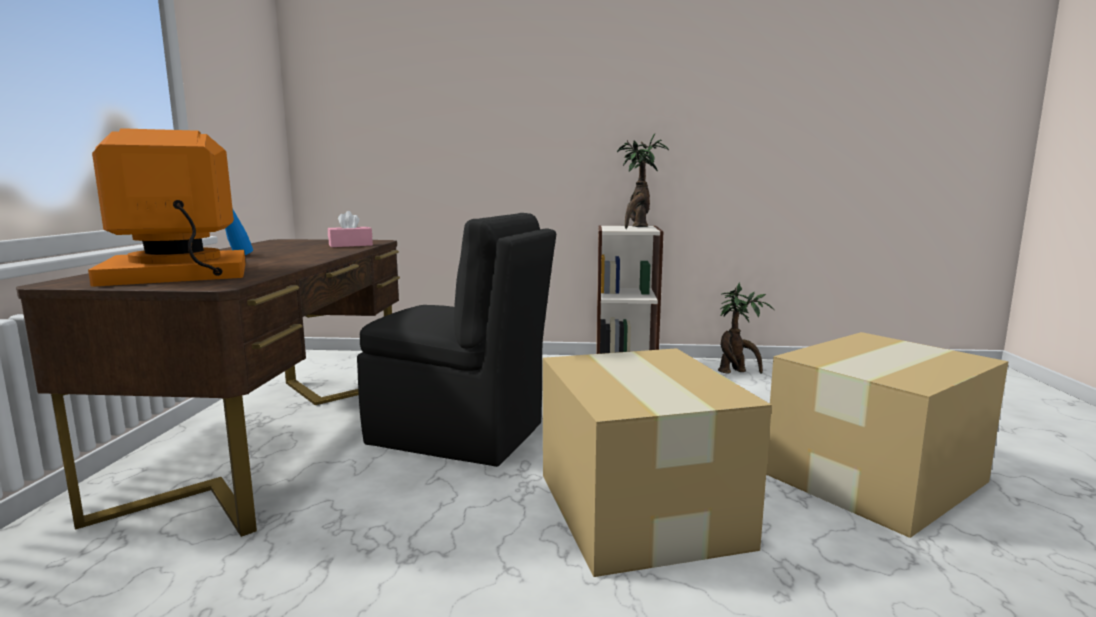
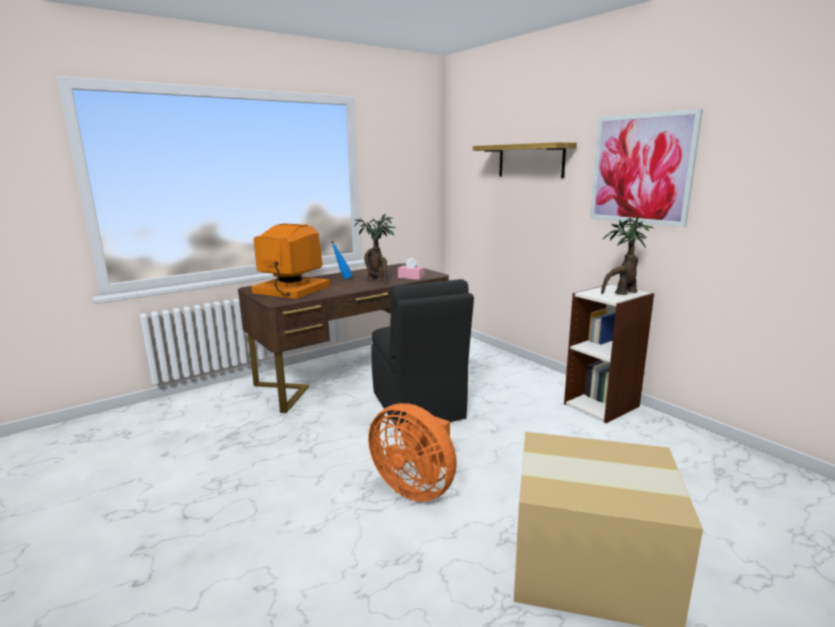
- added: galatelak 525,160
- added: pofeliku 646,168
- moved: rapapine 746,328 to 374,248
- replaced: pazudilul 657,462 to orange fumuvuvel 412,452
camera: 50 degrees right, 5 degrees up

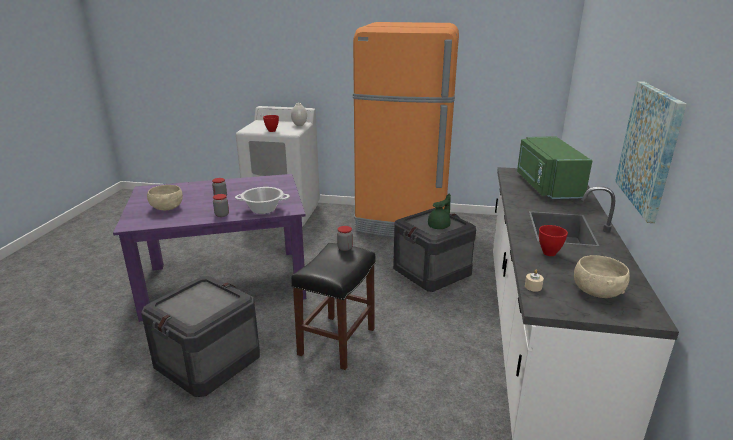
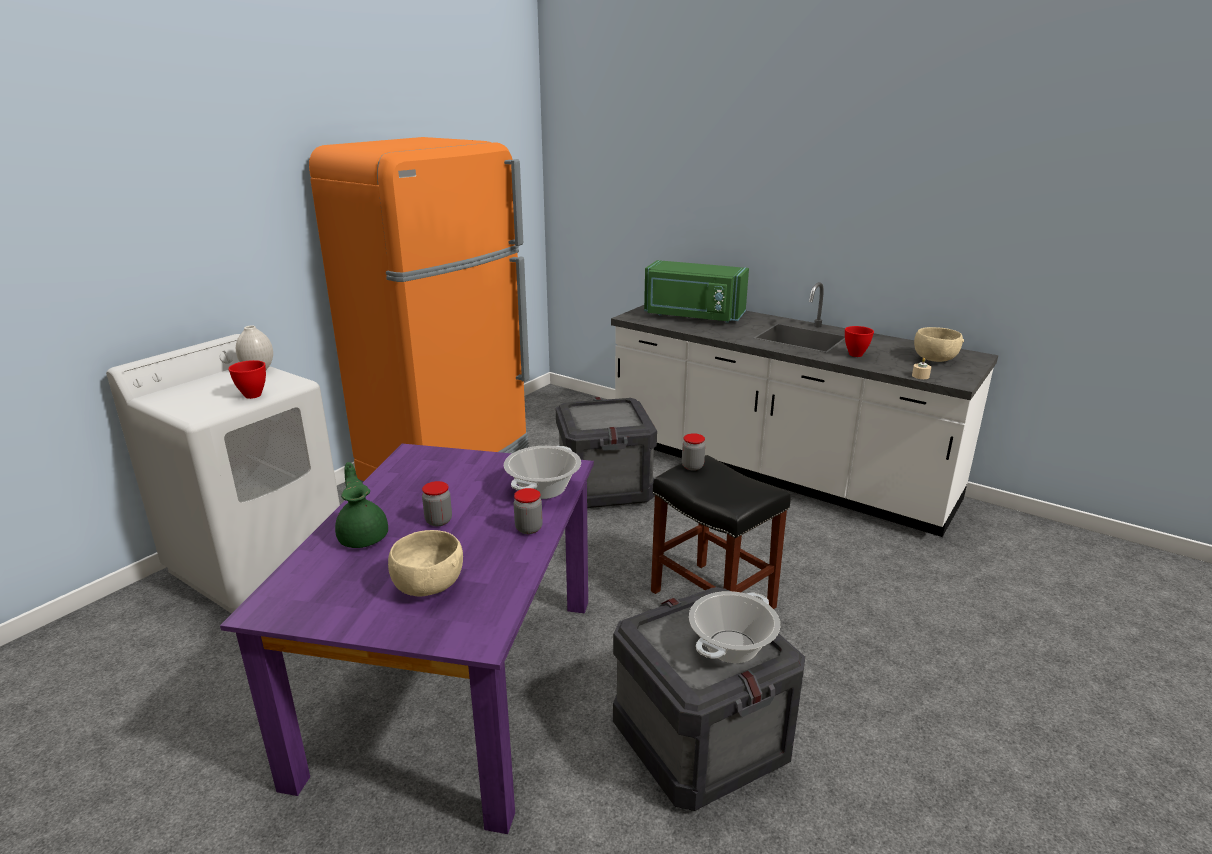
- removed: pofeliku 650,152
- added: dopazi 734,627
- moved: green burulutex 439,211 to 361,505
camera: 65 degrees left, 0 degrees up

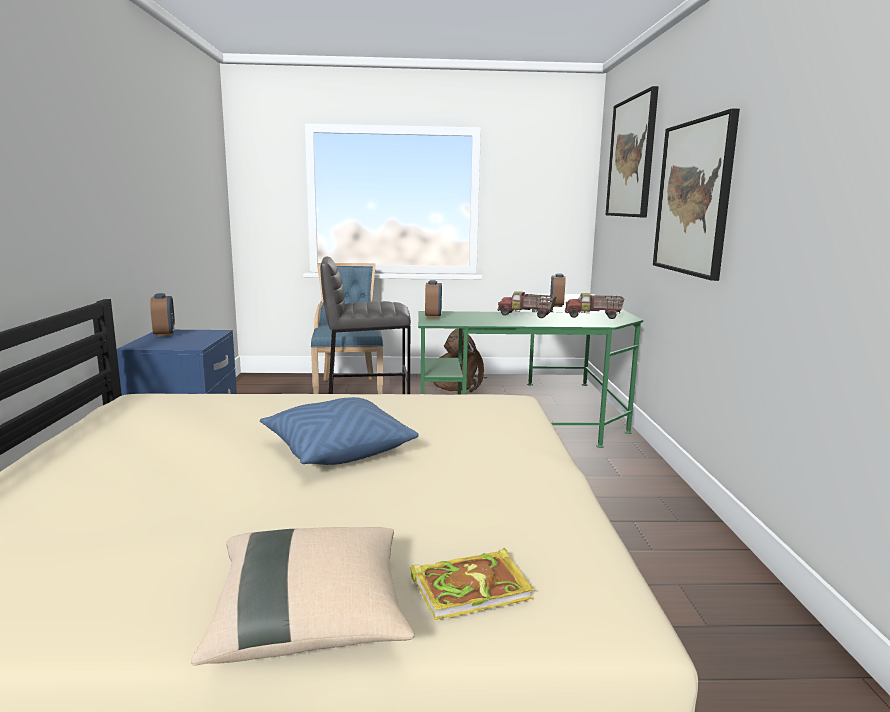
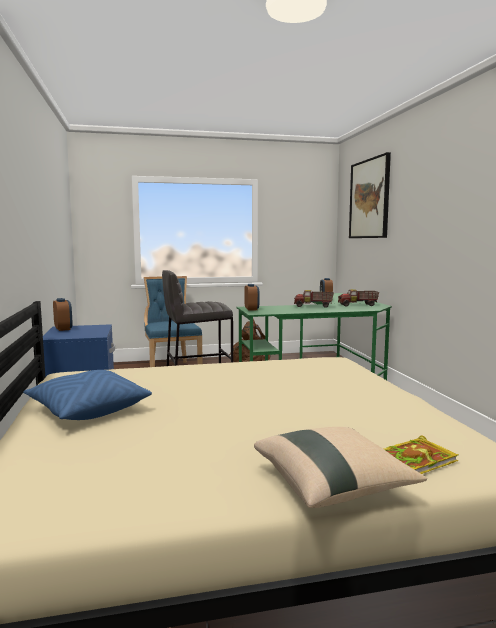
- removed: pofeliku 696,195
- moved: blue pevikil 339,431 to 87,395
camera: 10 degrees left, 5 degrees down

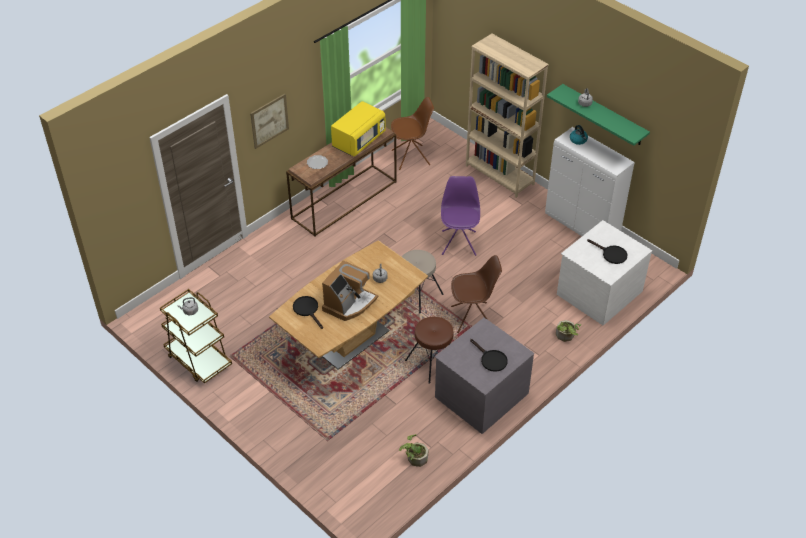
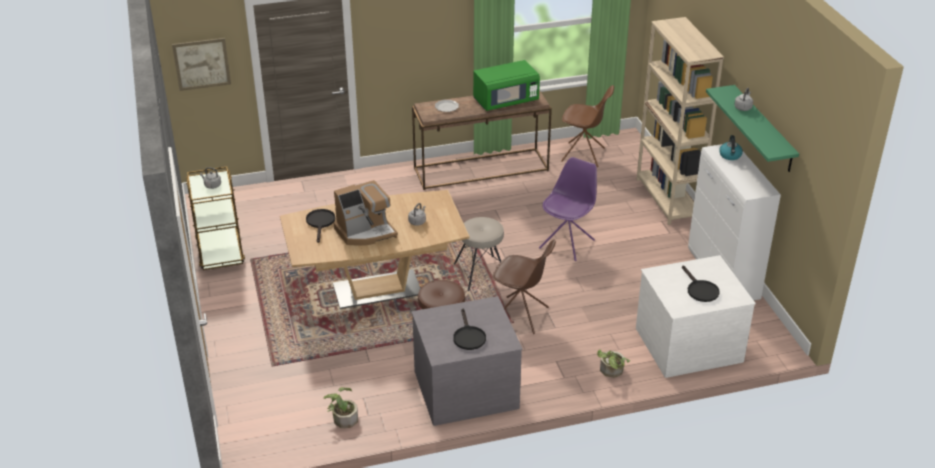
- moved: pofeliku 269,121 to 201,64
- recoloured: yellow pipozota 358,128 to green pipozota 506,85
camera: 30 degrees right, 10 degrees down

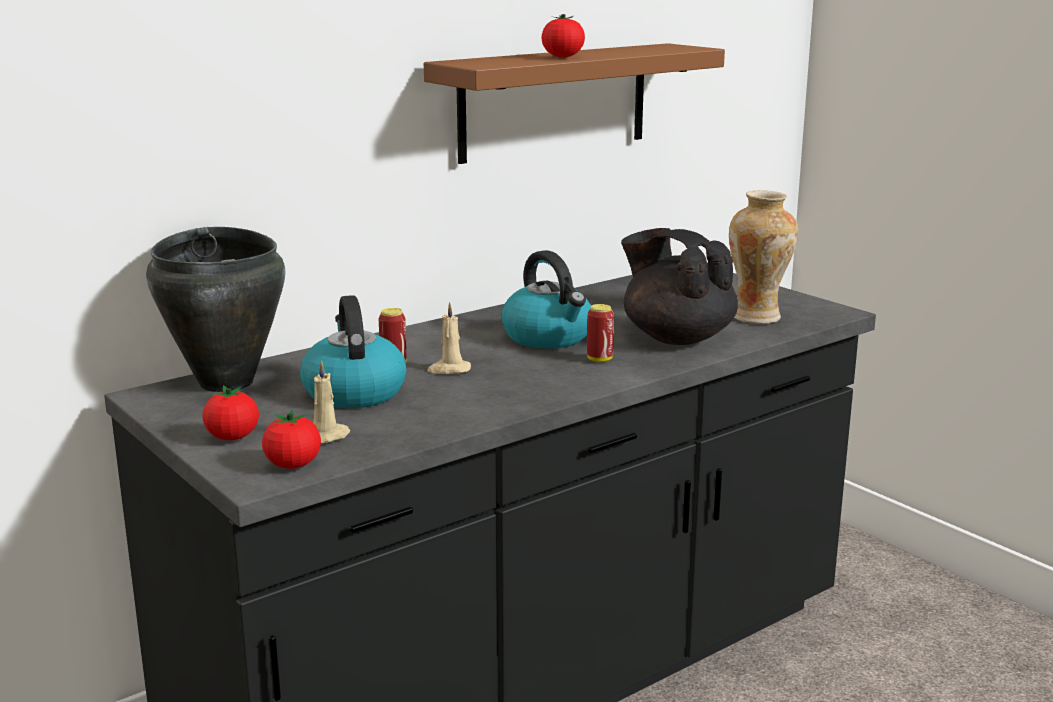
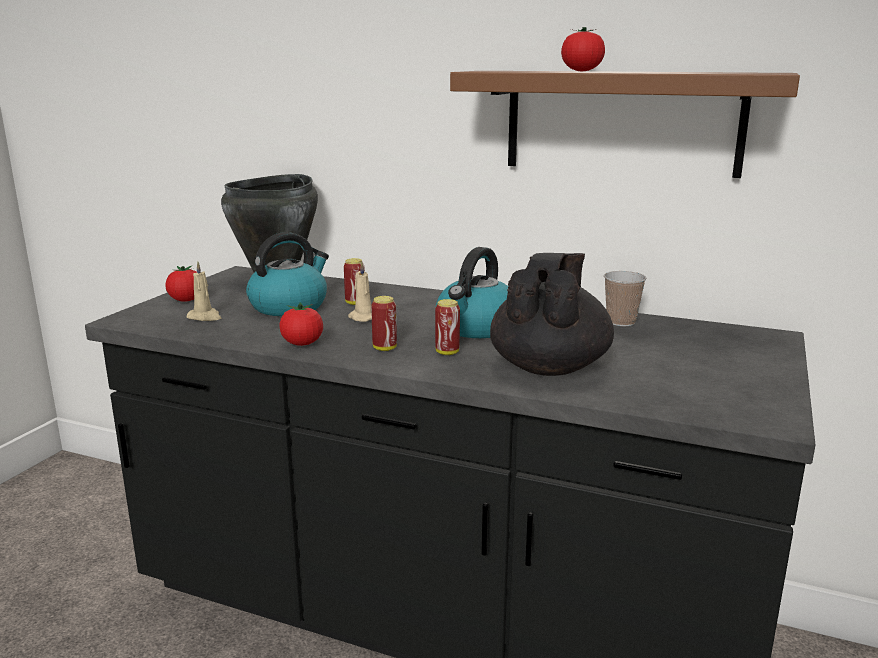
- removed: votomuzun 763,257
- added: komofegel 384,323
- added: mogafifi 625,298
- moved: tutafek 291,439 to 301,324
camera: 60 degrees right, 0 degrees up

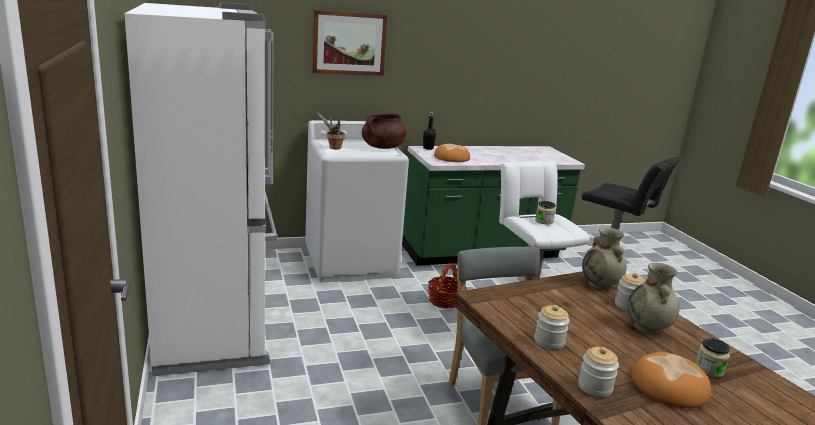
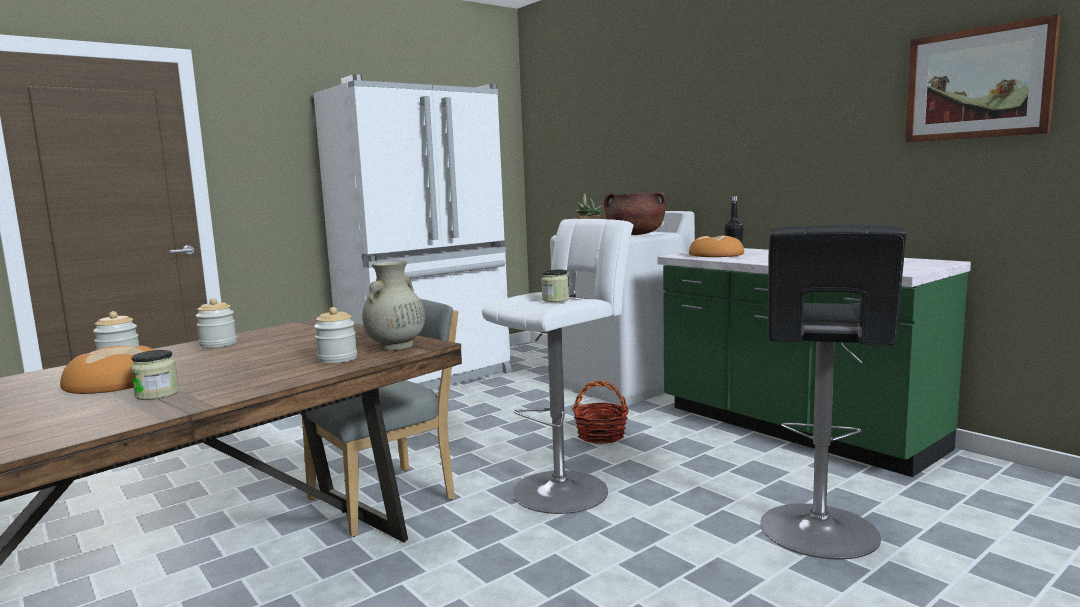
- removed: beige votomuzun 654,298
- moved: pofeliku 350,43 to 982,78
camera: 70 degrees right, 10 degrees down

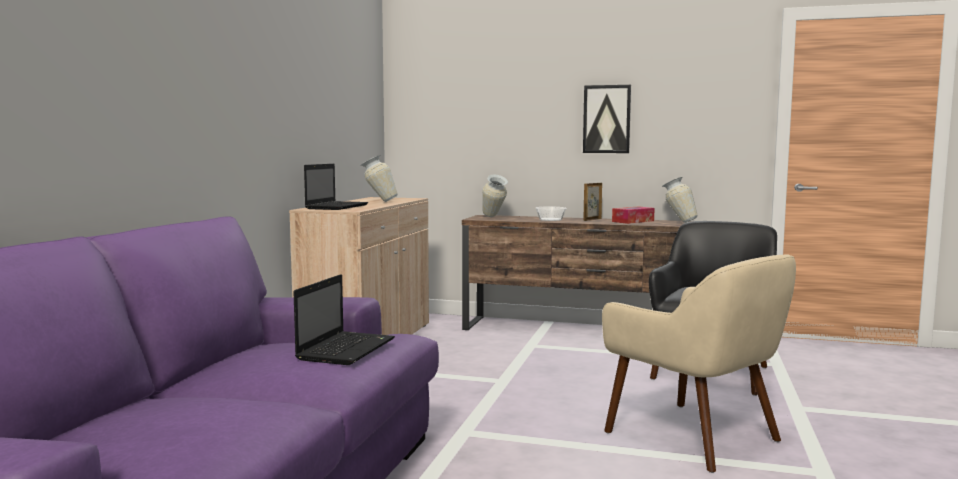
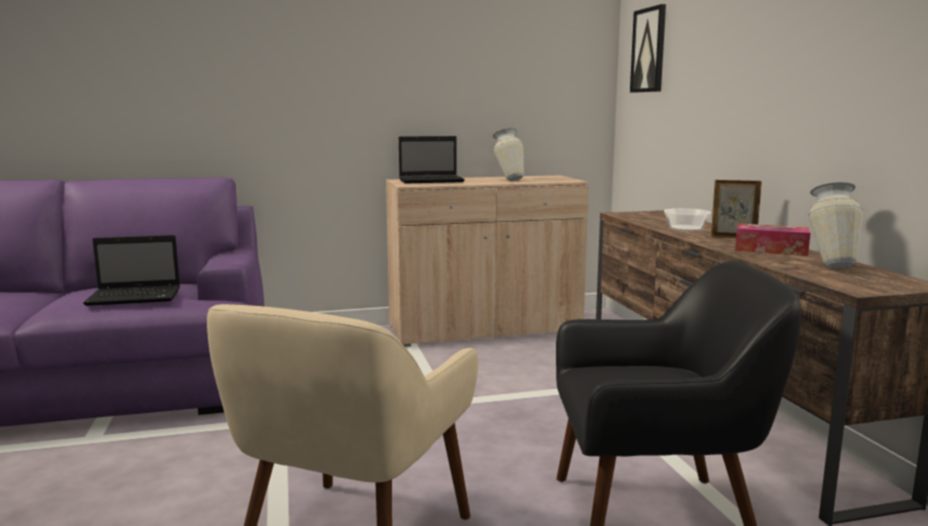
- removed: votomuzun 495,195
- moved: pofeliku 607,119 to 648,48
camera: 60 degrees right, 5 degrees up

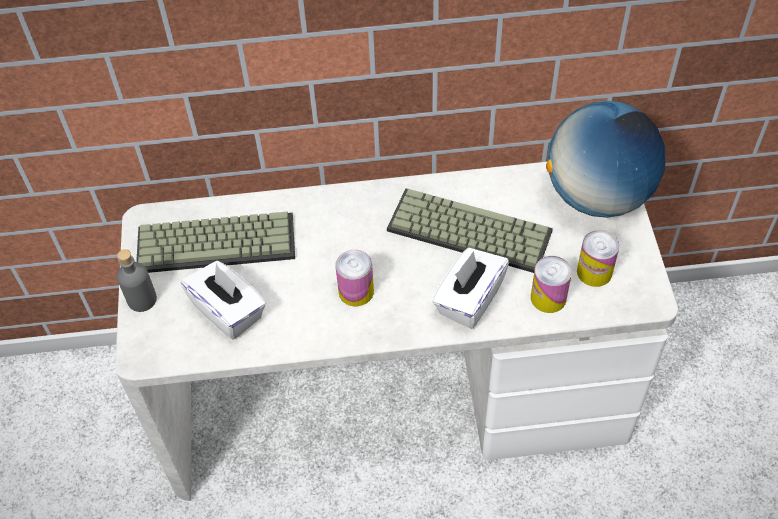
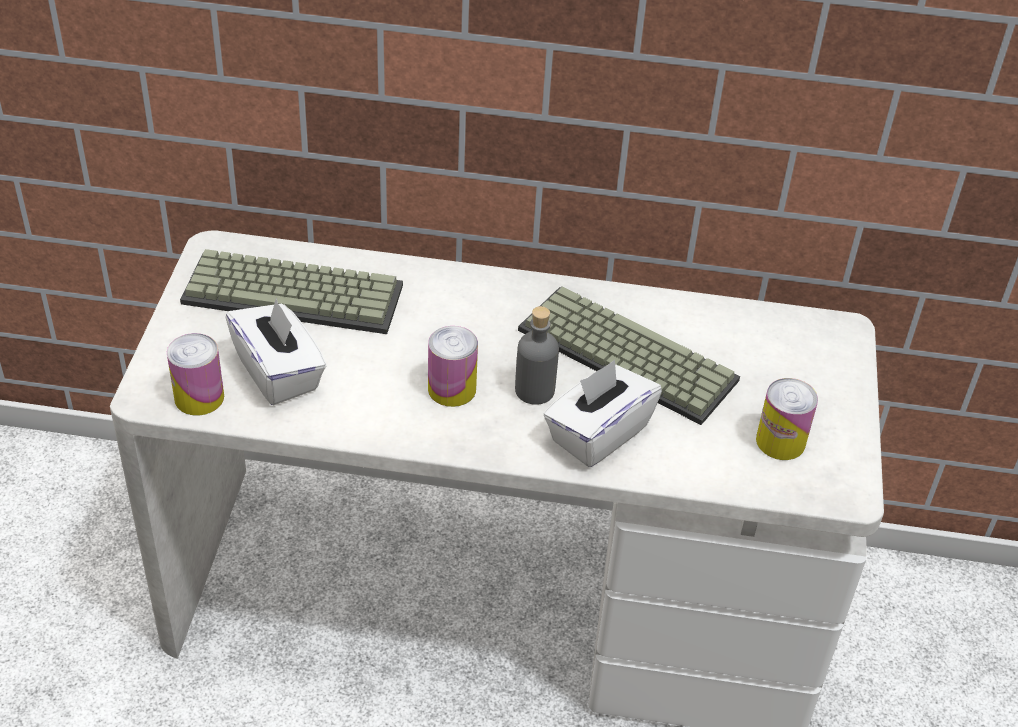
- removed: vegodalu 605,159
- moved: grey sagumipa 137,280 to 537,355
- moved: komofegel 551,284 to 195,374
camera: 10 degrees right, 10 degrees down

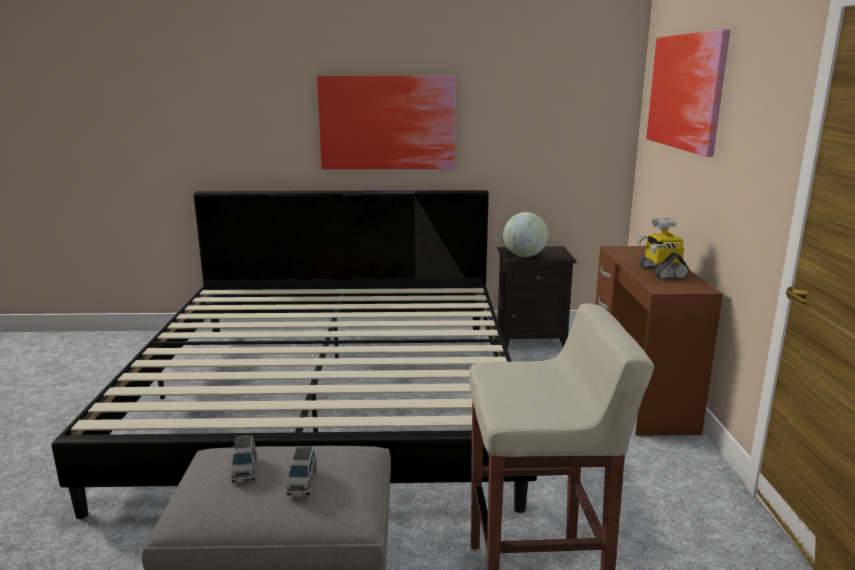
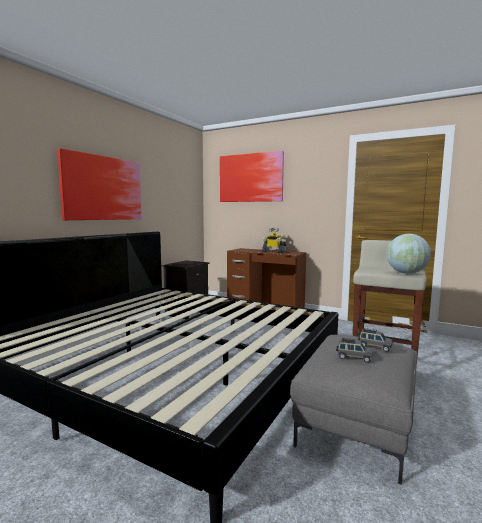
- moved: vegodalu 525,234 to 408,254
camera: 60 degrees left, 10 degrees down

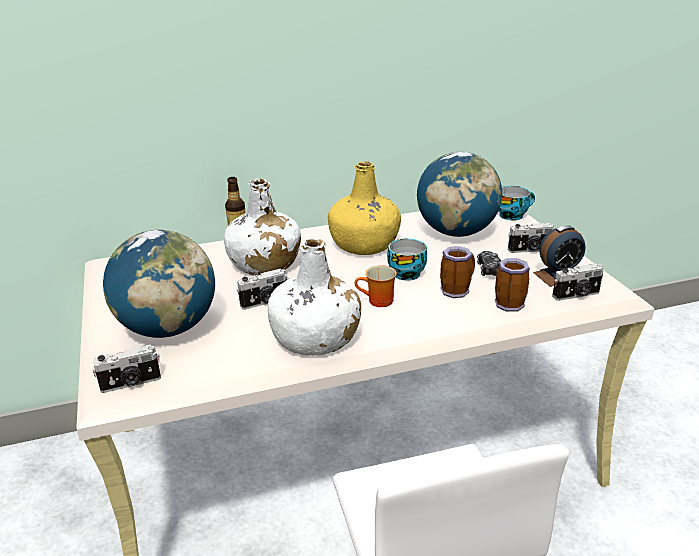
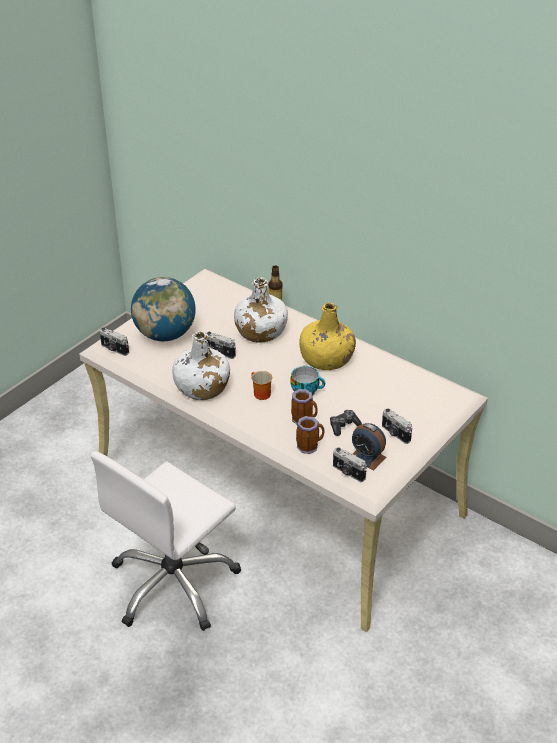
- removed: vegodalu 459,194
- removed: mogafifi 517,203
camera: 55 degrees right, 10 degrees up

